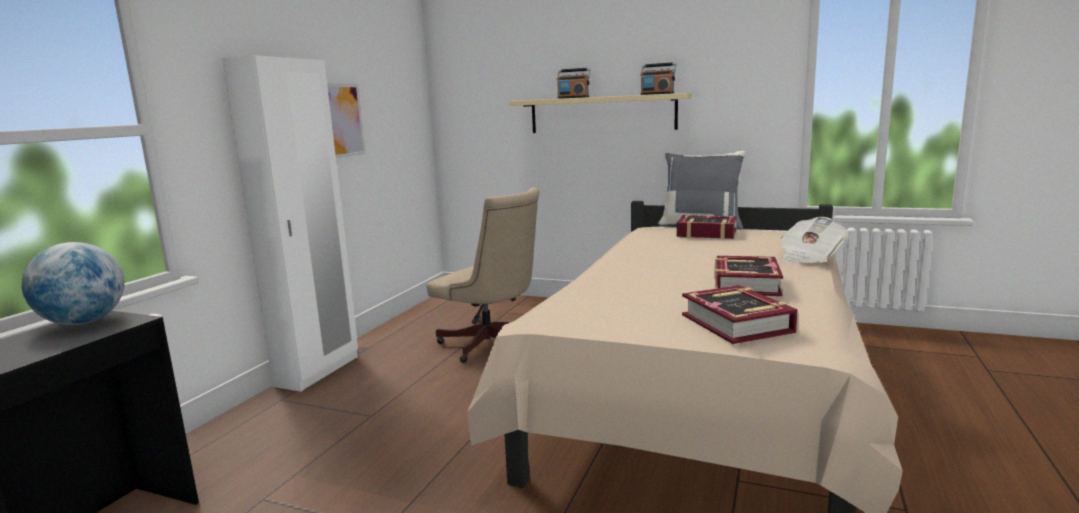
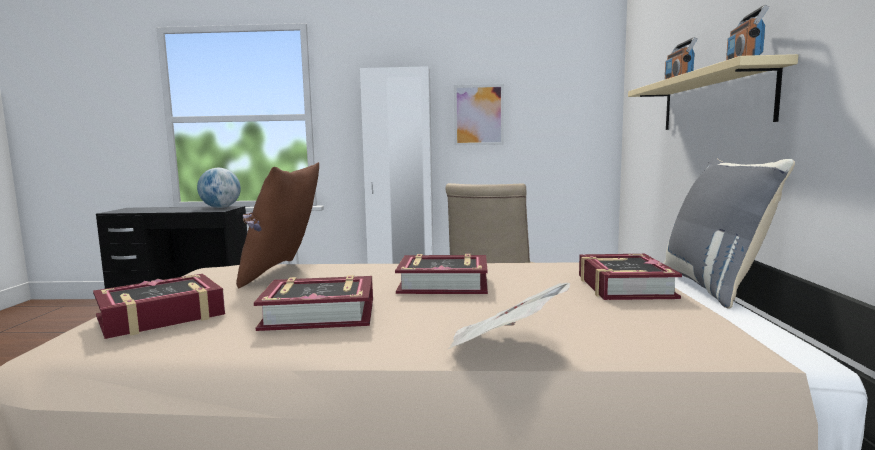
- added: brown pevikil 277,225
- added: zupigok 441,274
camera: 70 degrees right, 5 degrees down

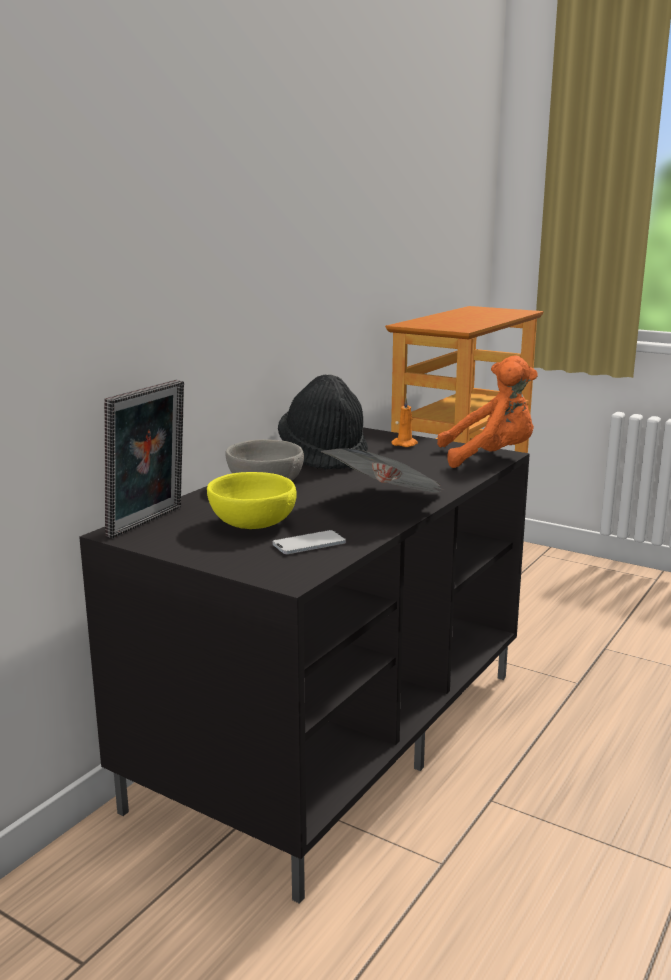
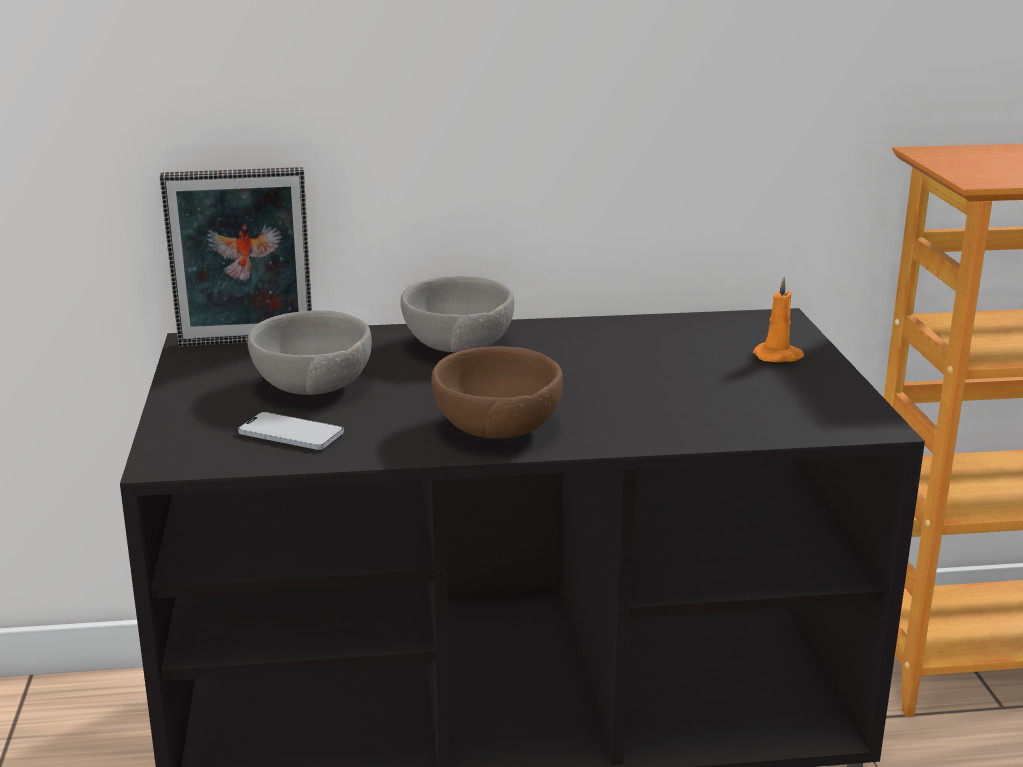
- removed: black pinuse 323,422
- removed: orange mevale 487,411
- replaced: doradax 382,470 to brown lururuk 497,392
- recoloured: yellow lururuk 252,500 to grey lururuk 309,352
camera: 50 degrees right, 5 degrees up

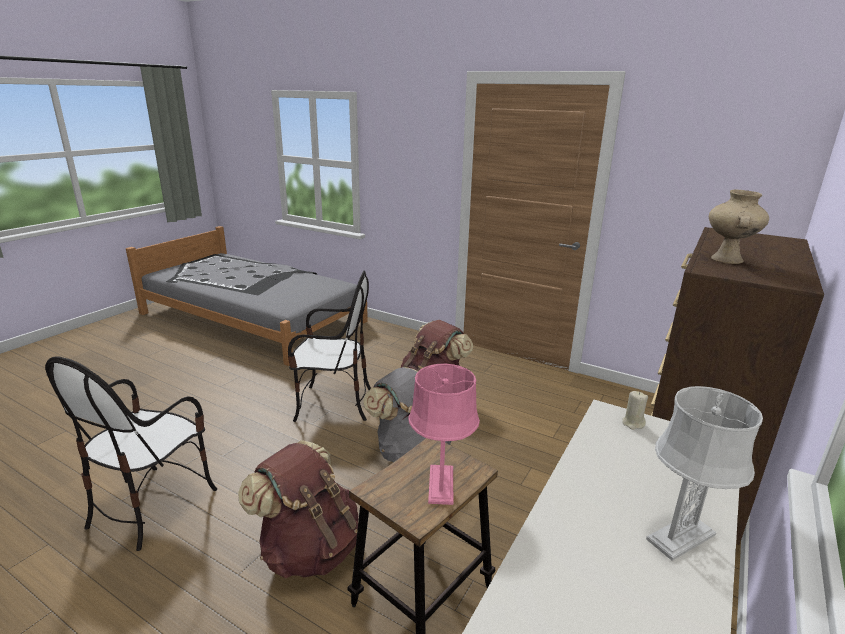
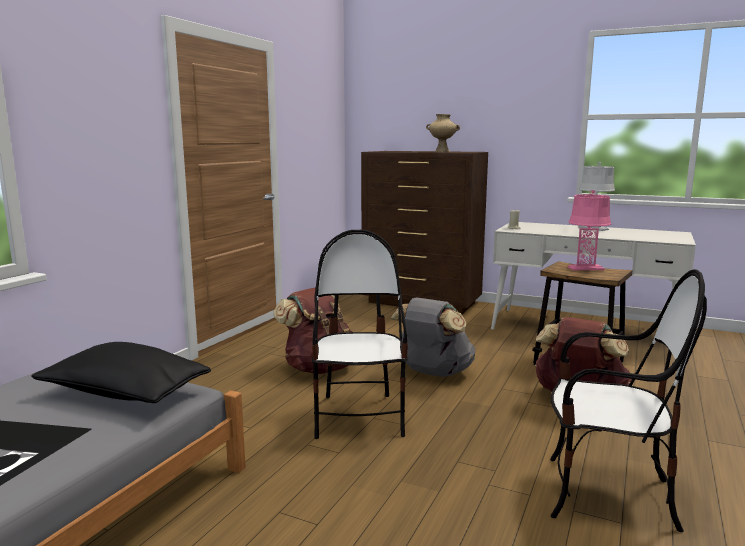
- added: black pevikil 121,372
camera: 95 degrees left, 10 degrees down

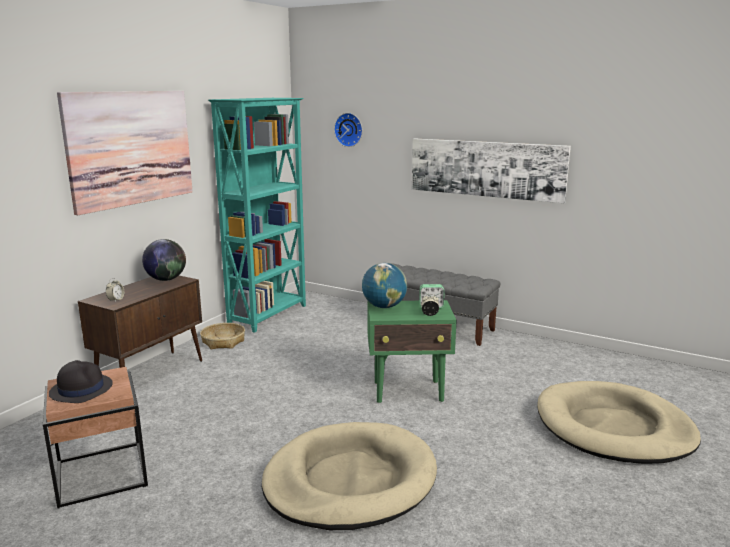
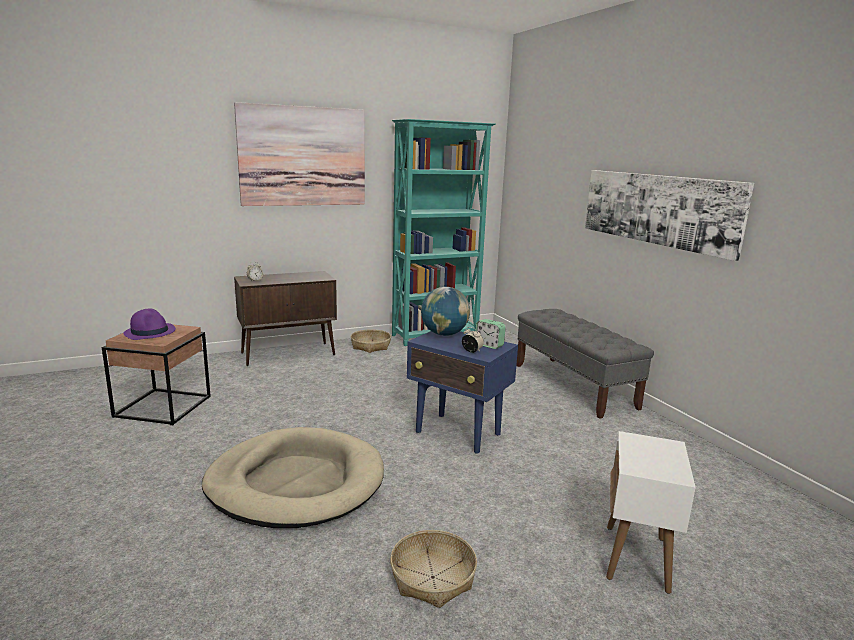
- removed: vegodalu 164,260
- removed: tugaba 348,130
- added: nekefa 433,569
- replaced: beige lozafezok 619,422 to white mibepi 651,512
- recoloured: black pinuse 81,381 to purple pinuse 149,324
- recoloured: green mibepi 412,351 to blue mibepi 462,392
camera: 35 degrees right, 0 degrees up

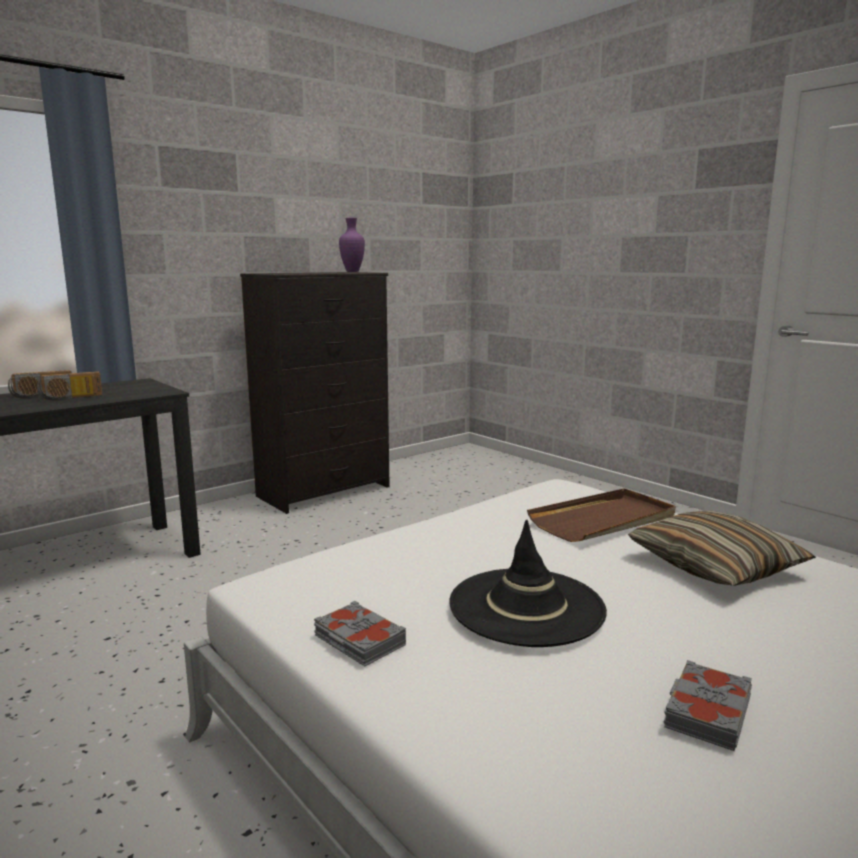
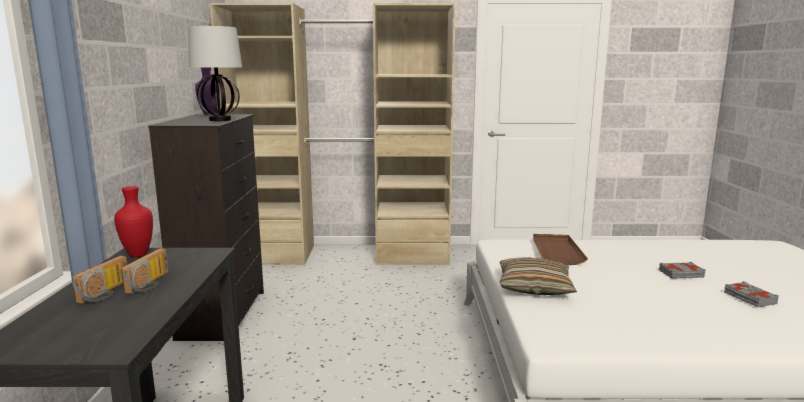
- removed: black pinuse 528,583
- added: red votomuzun 133,221
- added: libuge 215,73
- added: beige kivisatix 333,134
- moved: grey zupigok 360,633 to 682,270
- moved: pevikil 722,548 to 538,276
camera: 50 degrees left, 0 degrees up

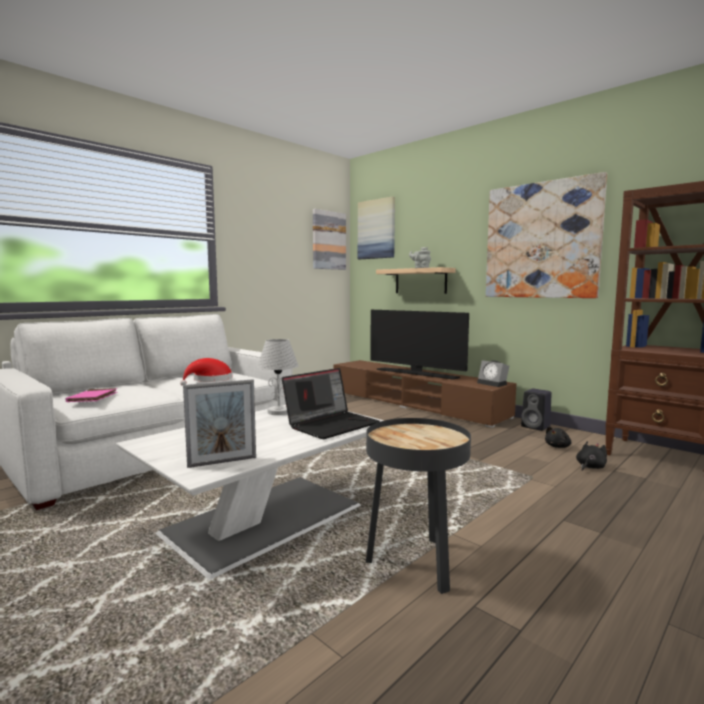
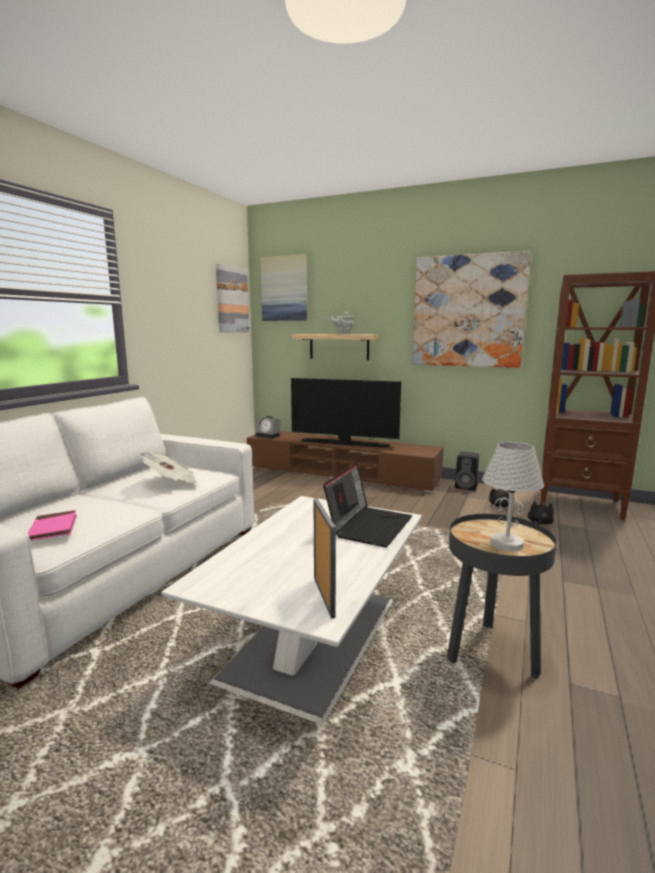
- moved: white libuge 278,377 to 513,496
- moved: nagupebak 493,373 to 268,427
- replaced: red pinuse 206,372 to doradax 168,468
- turned: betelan 219,423 = 324,558 60 degrees counterclockwise
camera: 20 degrees left, 5 degrees up

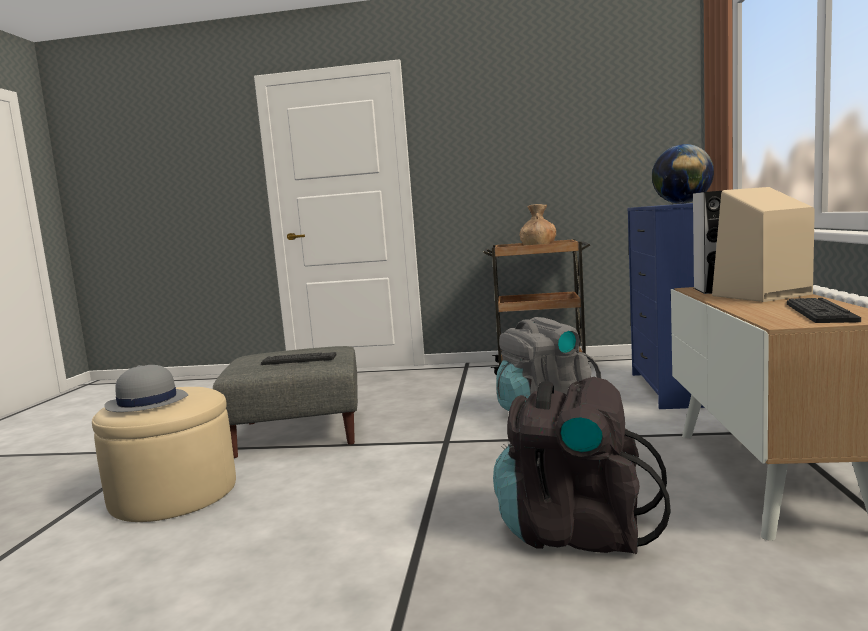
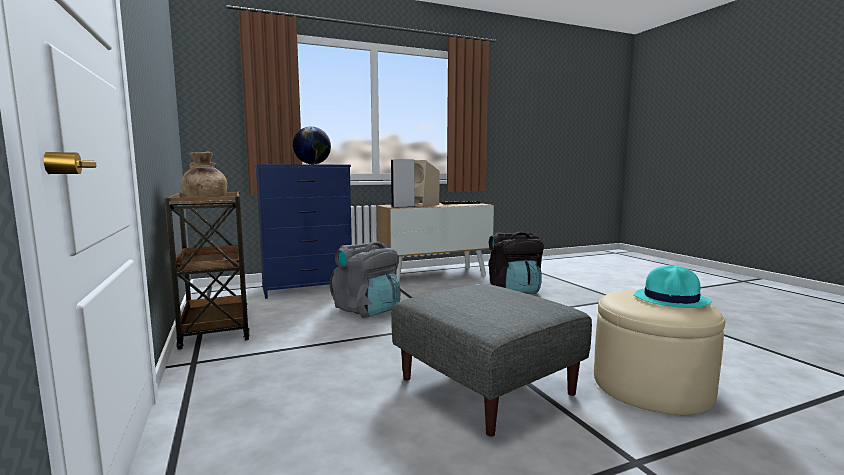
- removed: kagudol 298,358
- recoloured: grey pinuse 146,388 to turquoise pinuse 673,287
camera: 120 degrees left, 0 degrees up

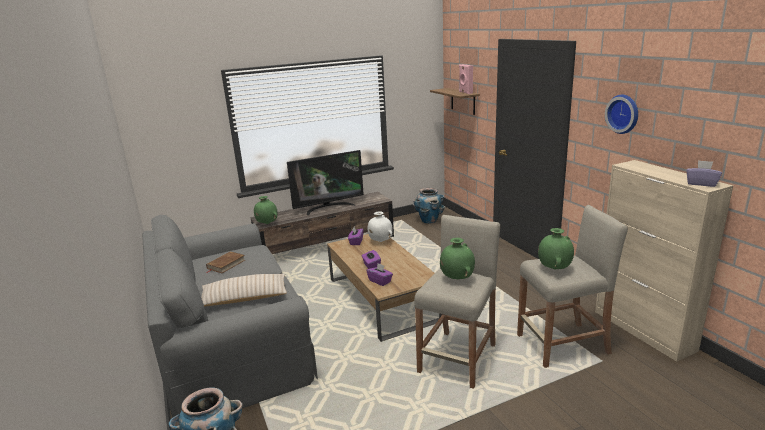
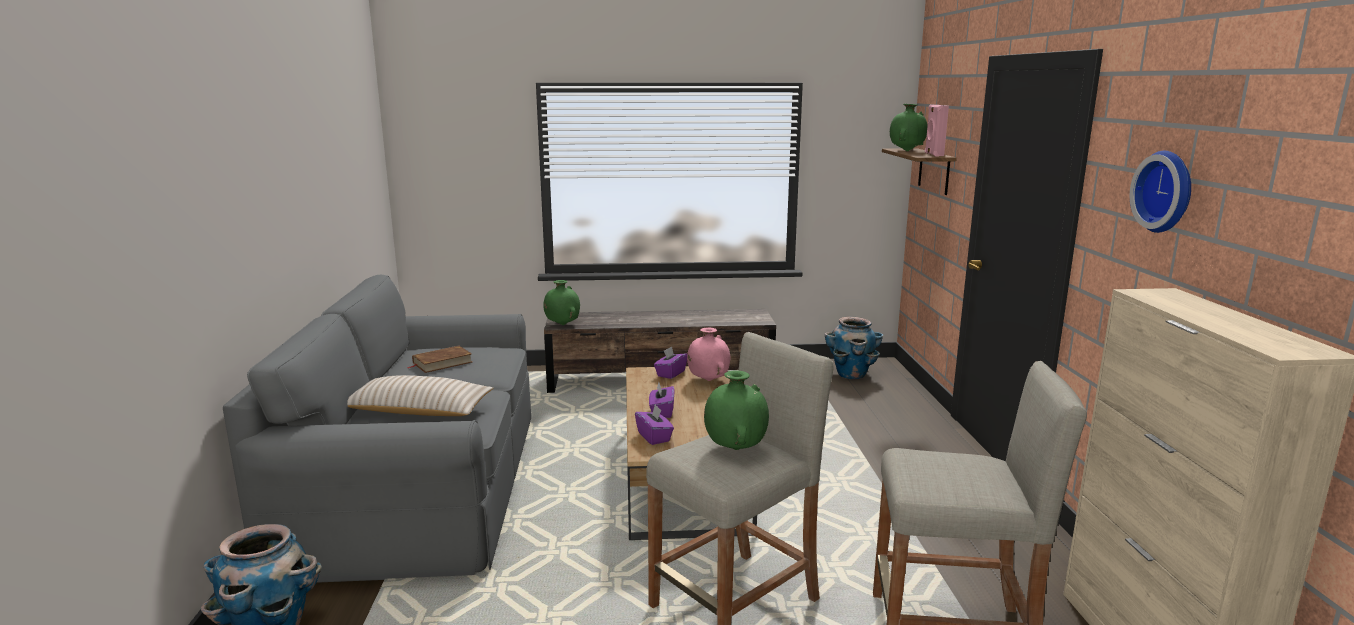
- removed: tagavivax 325,182
- removed: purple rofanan 704,173
- moved: green votomuzun 556,248 to 909,127
- recoloured: white votomuzun 380,226 to pink votomuzun 708,354
camera: 20 degrees right, 5 degrees down

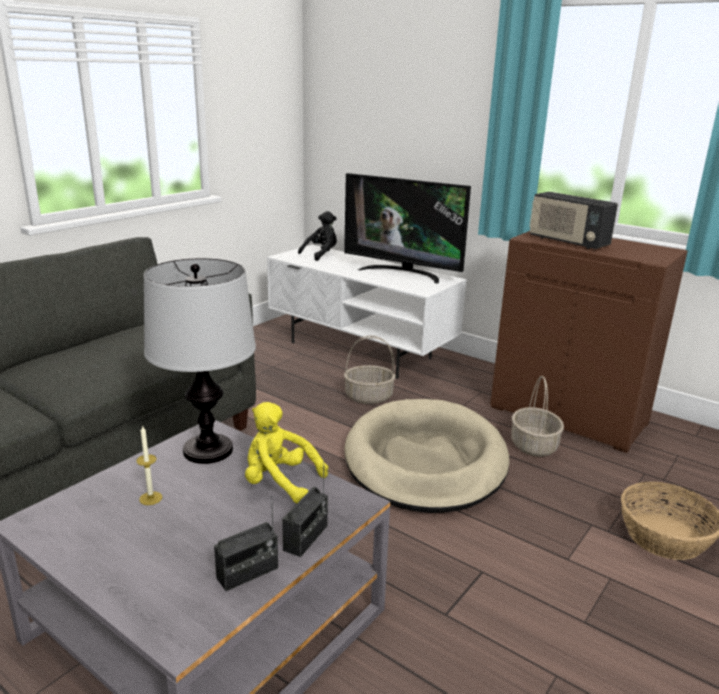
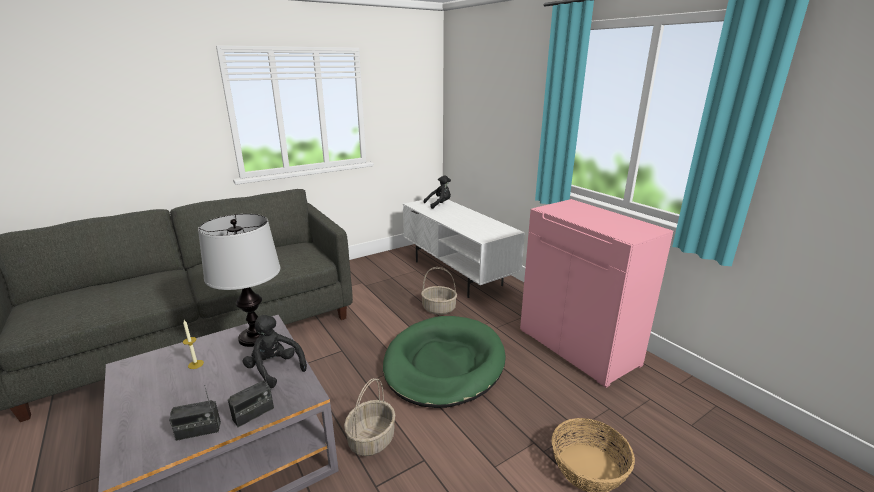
- removed: tagavivax 407,228
- removed: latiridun 573,220
- moved: nekefa 537,416 to 369,417
- recoloured: yellow mevale 286,452 to black mevale 274,351
- recoloured: beige lozafezok 427,456 to green lozafezok 444,362
- recoloured: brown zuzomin 589,342 to pink zuzomin 596,293
camera: 20 degrees right, 0 degrees up

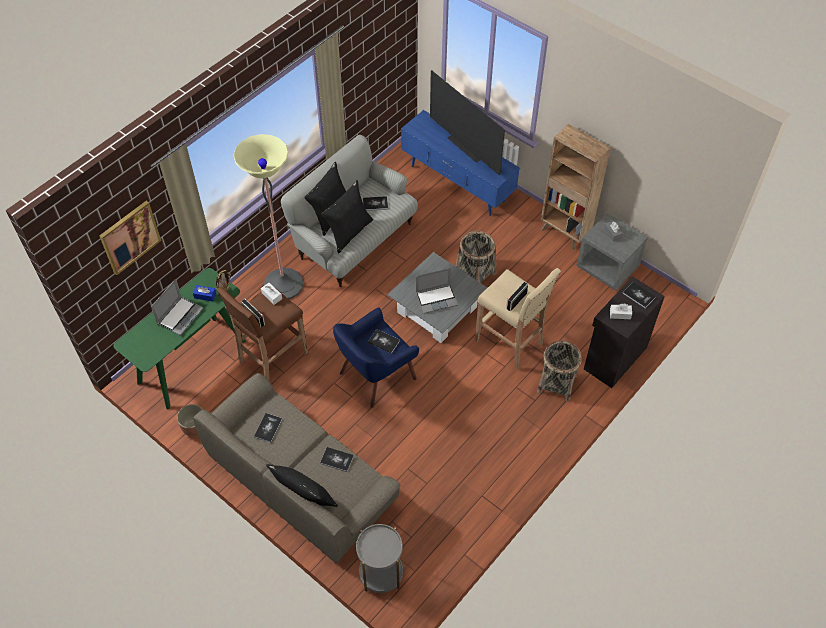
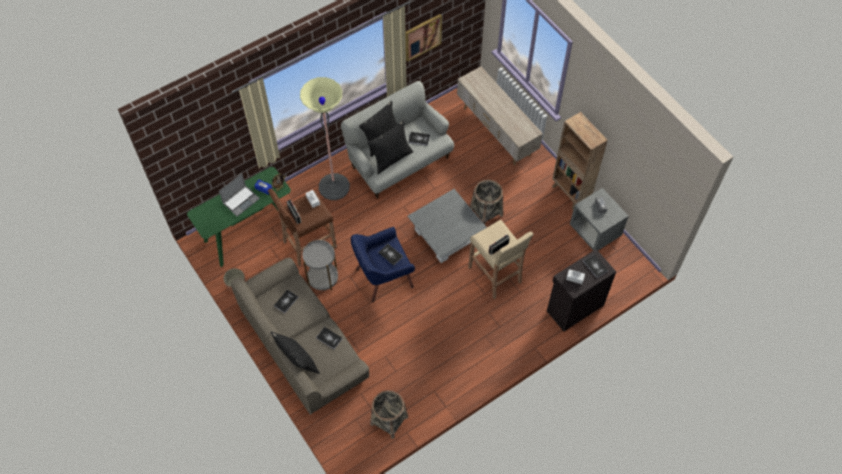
- removed: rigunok 437,291
- removed: tagavivax 467,122
- moved: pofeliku 130,238 to 423,38
- moved: grey mibepi 379,558 to 320,265
- moved: nekefa 559,370 to 389,414
- recoloured: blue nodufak 460,163 to beige nodufak 500,115
camera: 15 degrees right, 5 degrees up

